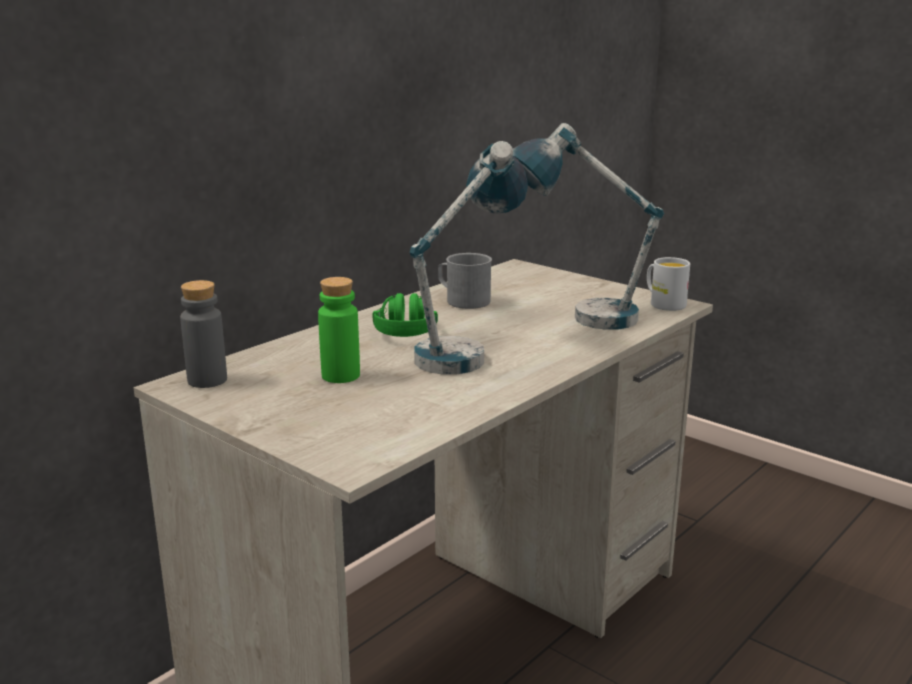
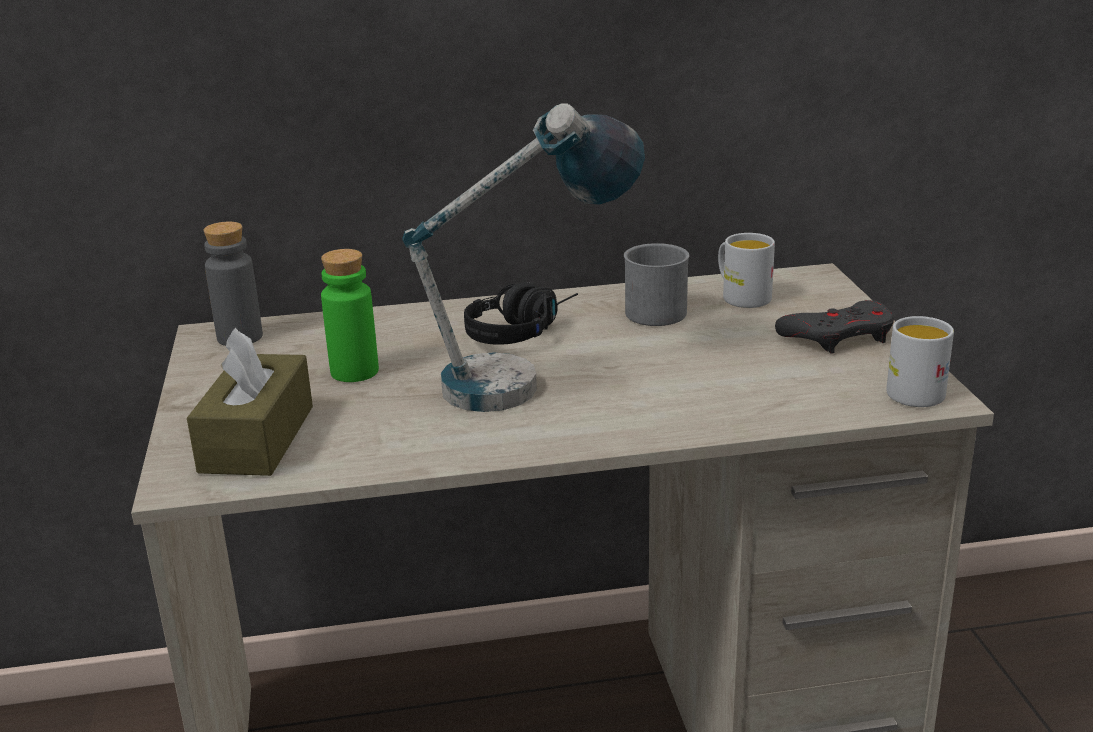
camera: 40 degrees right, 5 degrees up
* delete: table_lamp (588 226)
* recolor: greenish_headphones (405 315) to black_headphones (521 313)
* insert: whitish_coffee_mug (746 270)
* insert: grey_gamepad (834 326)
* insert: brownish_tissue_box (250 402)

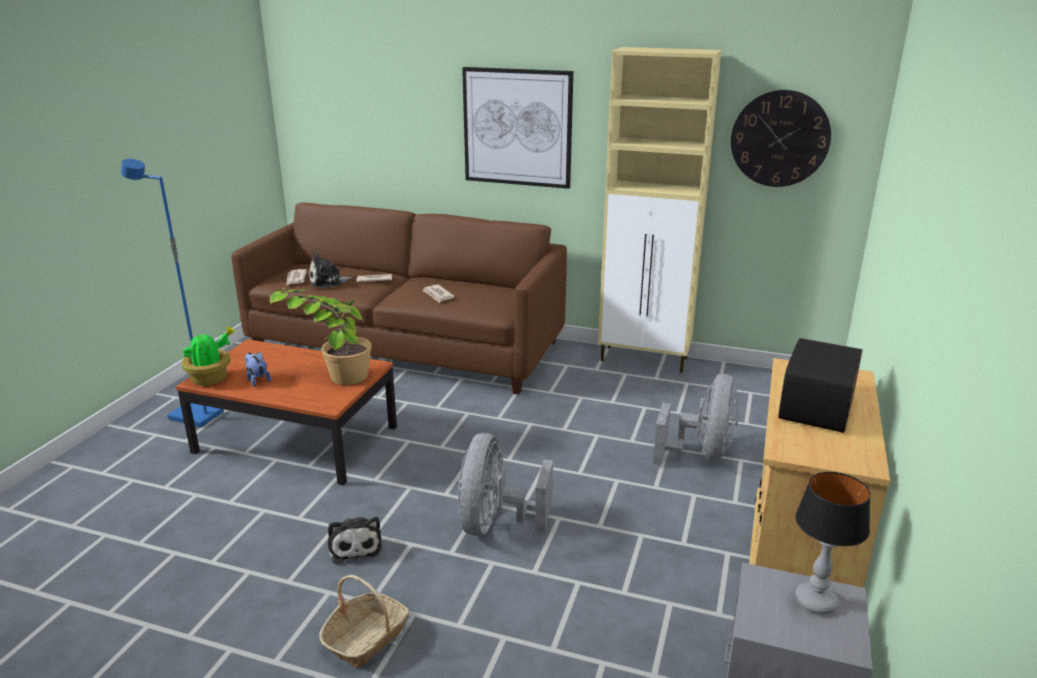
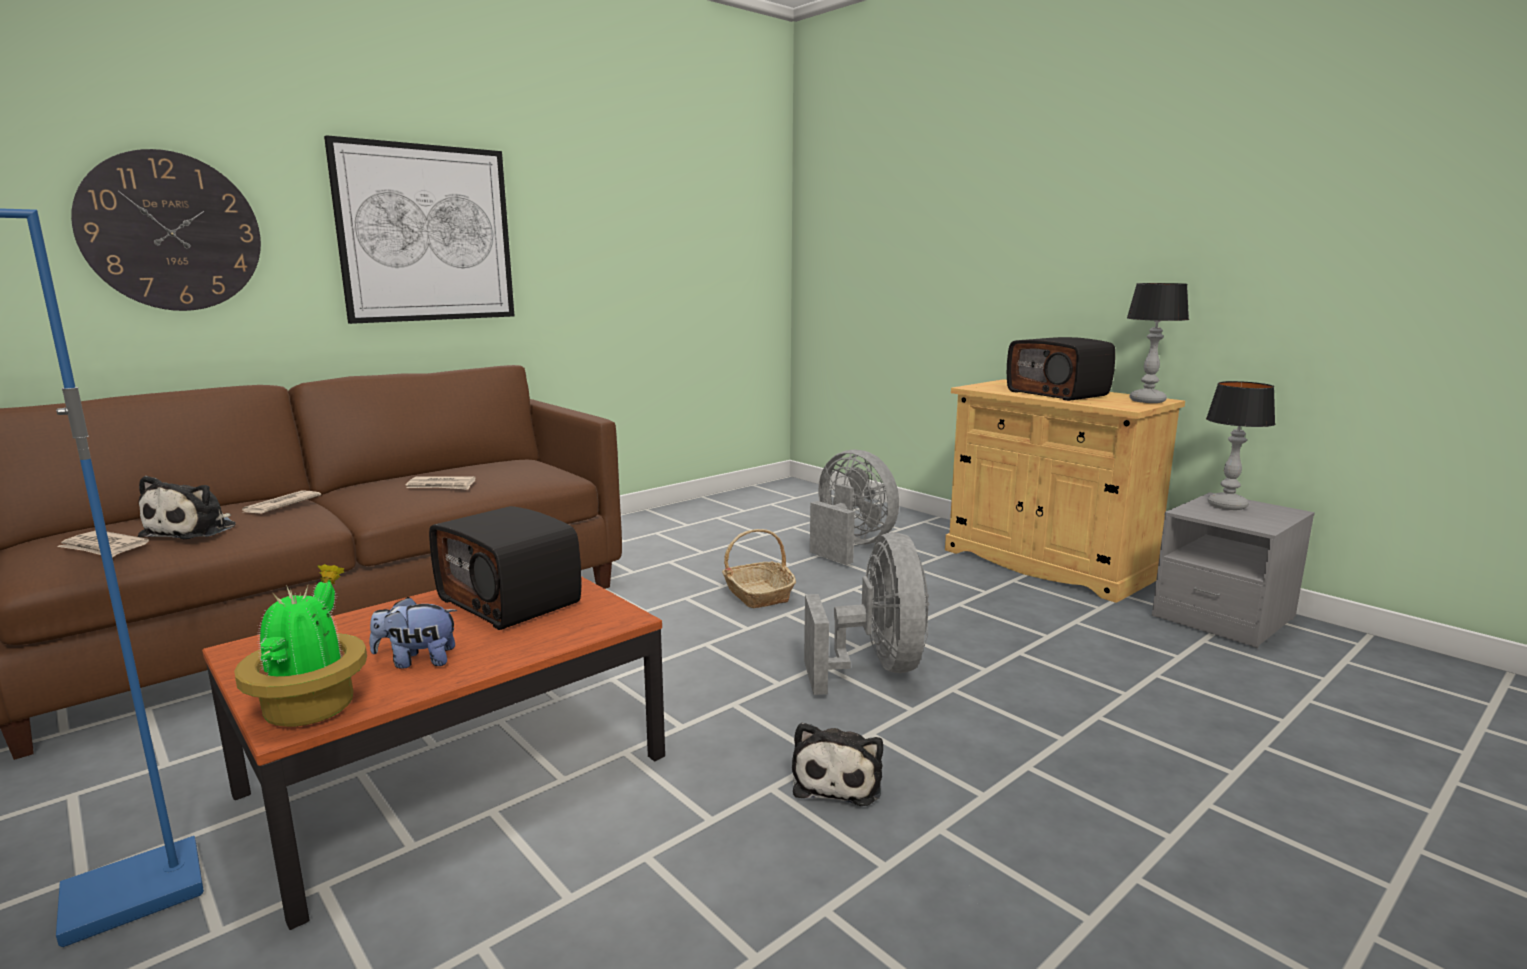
camera: 60 degrees left, 10 degrees down
* delete: beige-coloured_storage_cabinet (660 210)
* move: wall_clock (781 138) to (166 230)
* replace: potted_plant (320 336) to radio_receiver (505 568)
* rotate: grey_cooling_fan (505 484) = (867 613) 135 degrees counterclockwise
* rotate: plush_toy (355 540) = (837 764) 90 degrees clockwise
* move: storage_basket (364 621) to (759 569)
* insert: table_lamp (1158 343)

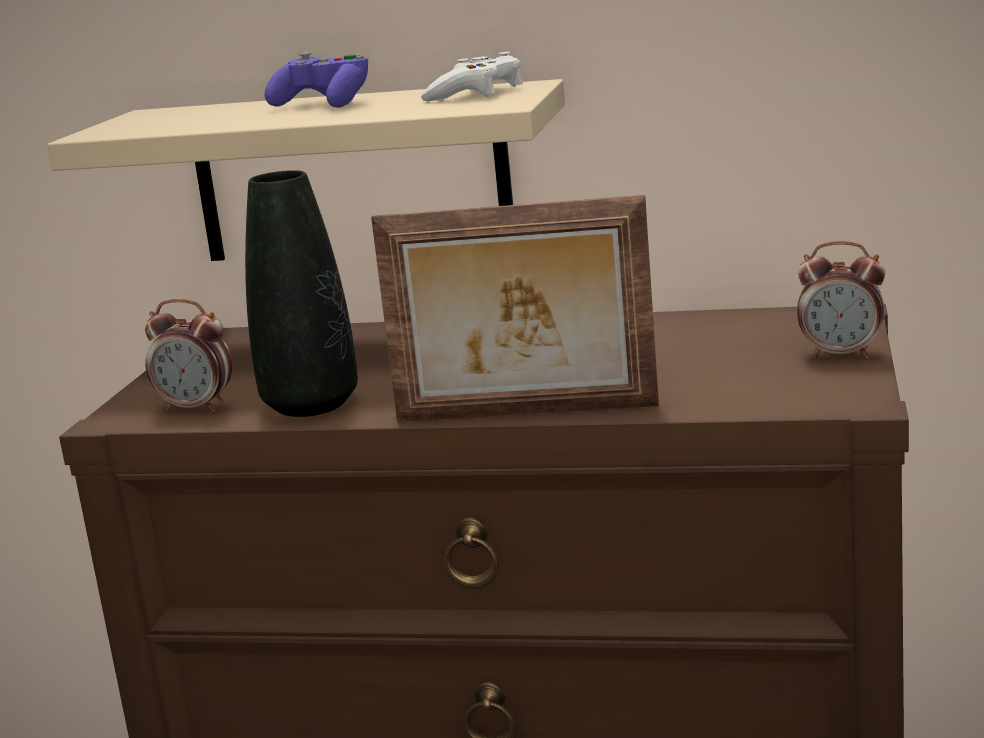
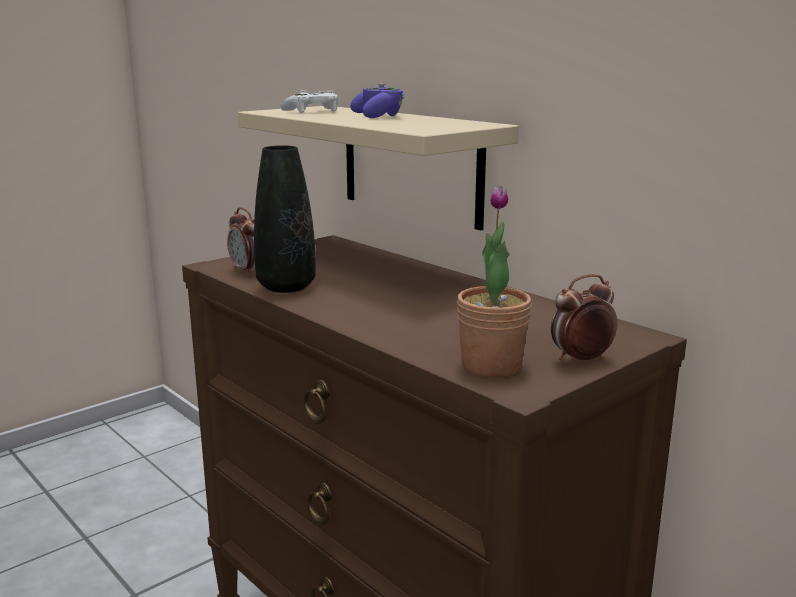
camera: 35 degrees right, 0 degrees up
* move: whitish_gamepad (472 76) to (309 101)
* delete: standing_frame (515 308)
* rotate: alarm_clock (841 300) = (584 319) 105 degrees clockwise
* insert: potted_plant (494 281)

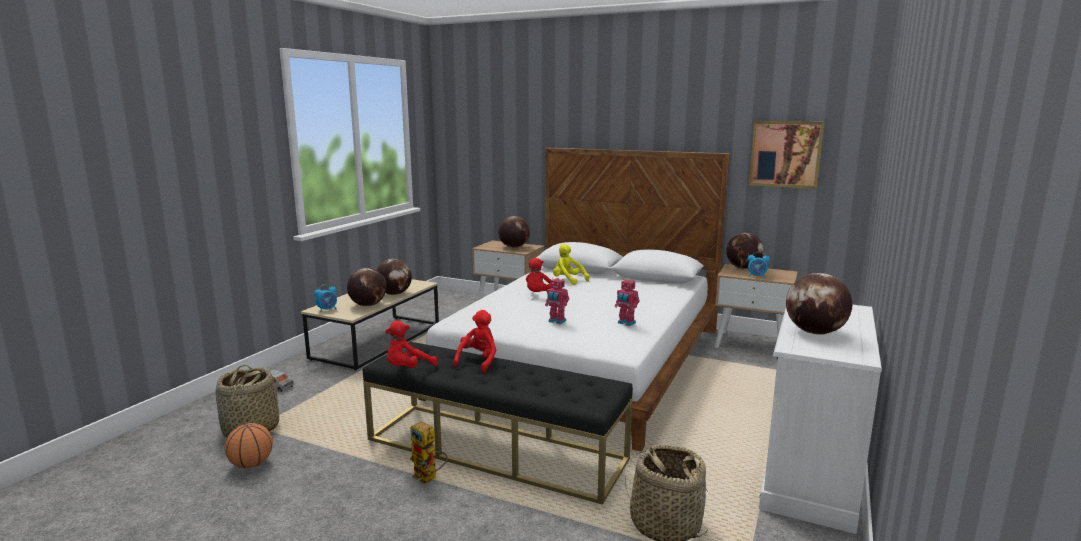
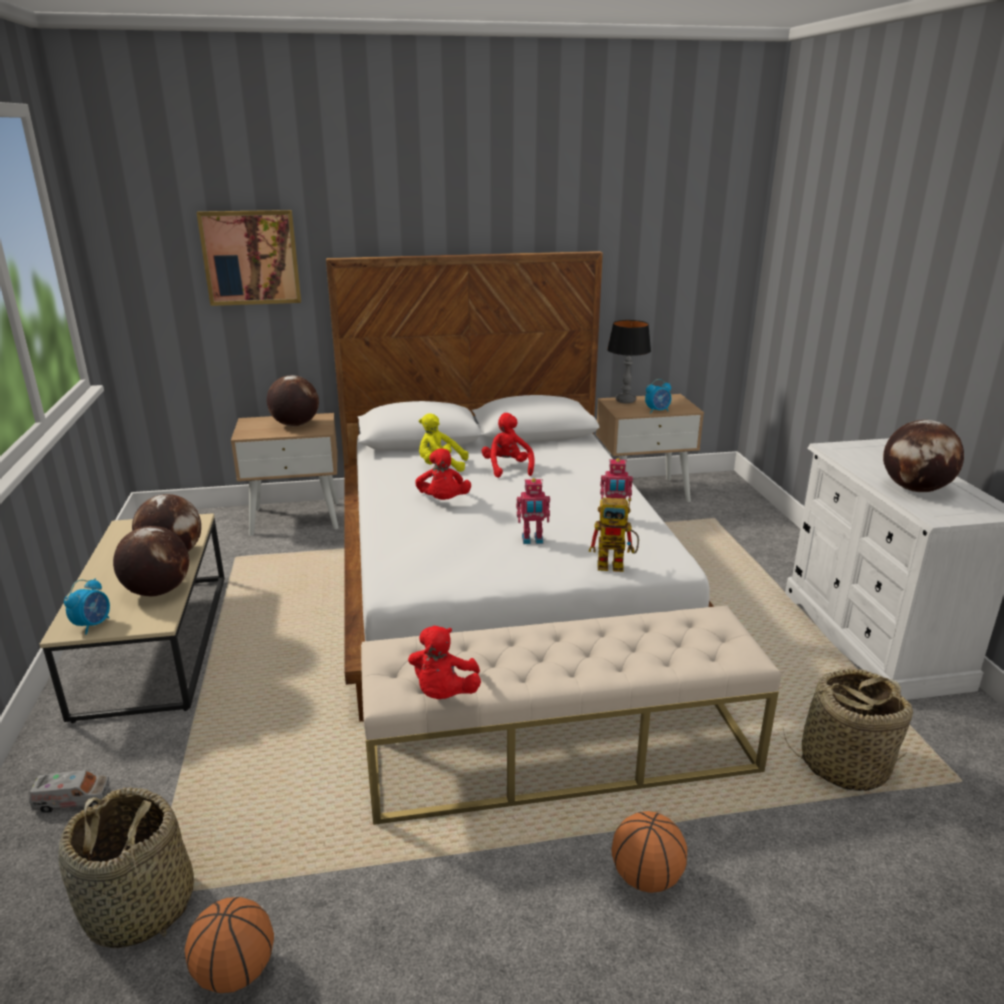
camera: 35 degrees left, 10 degrees up
* move: picture (786 155) to (248 258)
* replace: world_globe (745 250) to table_lamp (629 362)
* move: red_plush_toy (474 341) to (508 445)
* recolor: black_indoor_bench (498 423) to beige-coloured_indoor_bench (571 715)
* move: toy_robot (429 452) to (614 535)
* insert: basketball_ball (649 852)

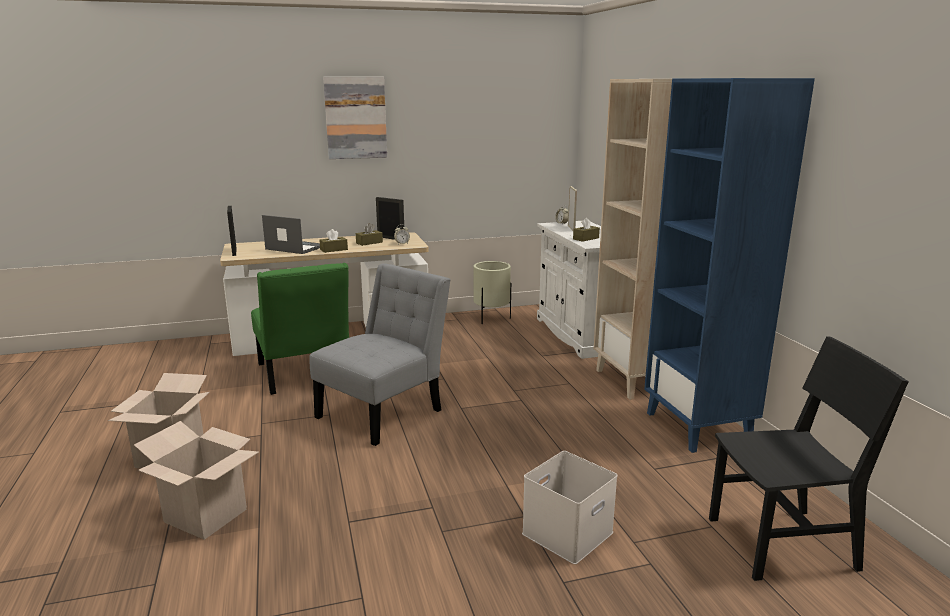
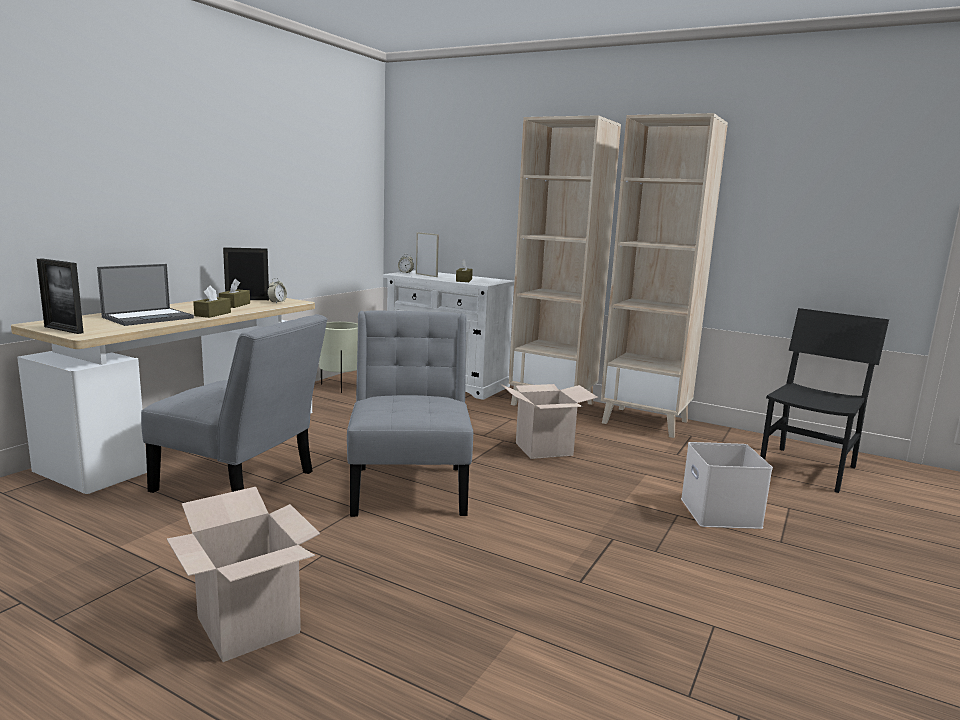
camera: 45 degrees left, 5 degrees down
* delete: picture (355 118)
* recolor: blue-coloured_bookshelf (729 265) to beige-coloured_bookshelf (664 275)
* rotate: laptop (291 234) = (145 295) 150 degrees clockwise
* recolor: greenish_chair (300 329) to grey_chair (234 403)
* move: cardboard_box (196 480) to (549 421)

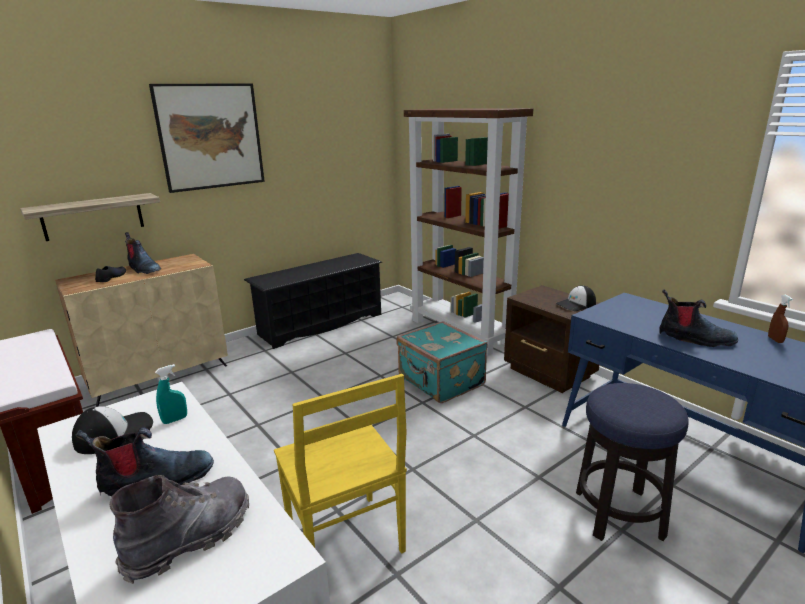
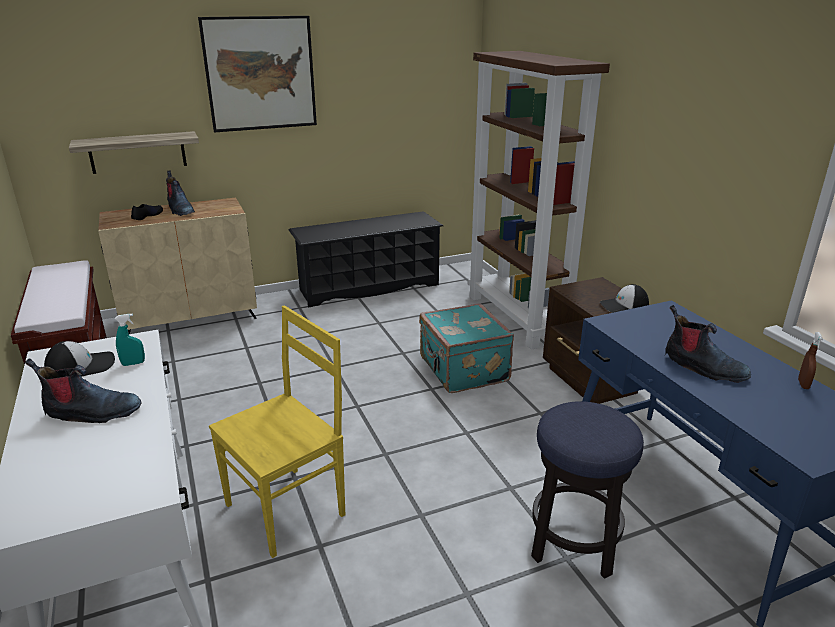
camera: 15 degrees right, 5 degrees up
* rotate: yellowish_chair (340 464) = (277 431) 120 degrees counterclockwise
* delete: grey_boot (179 529)

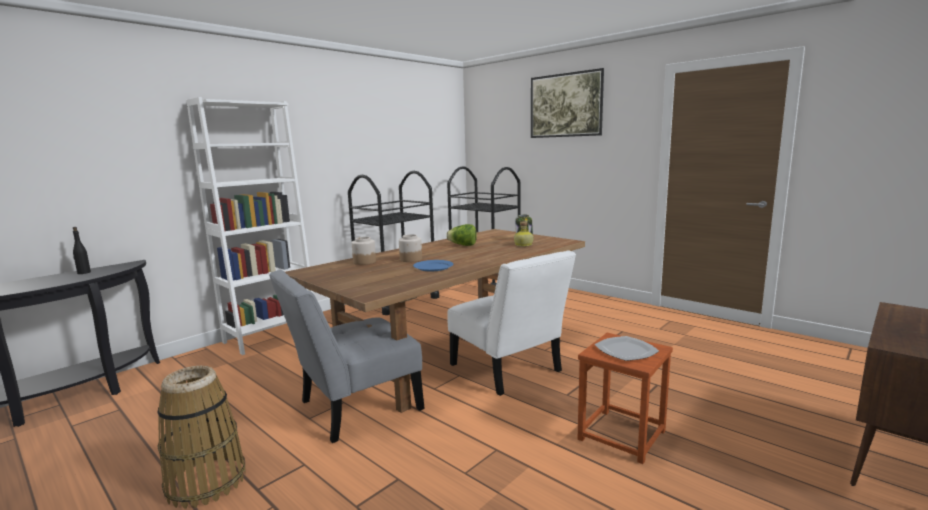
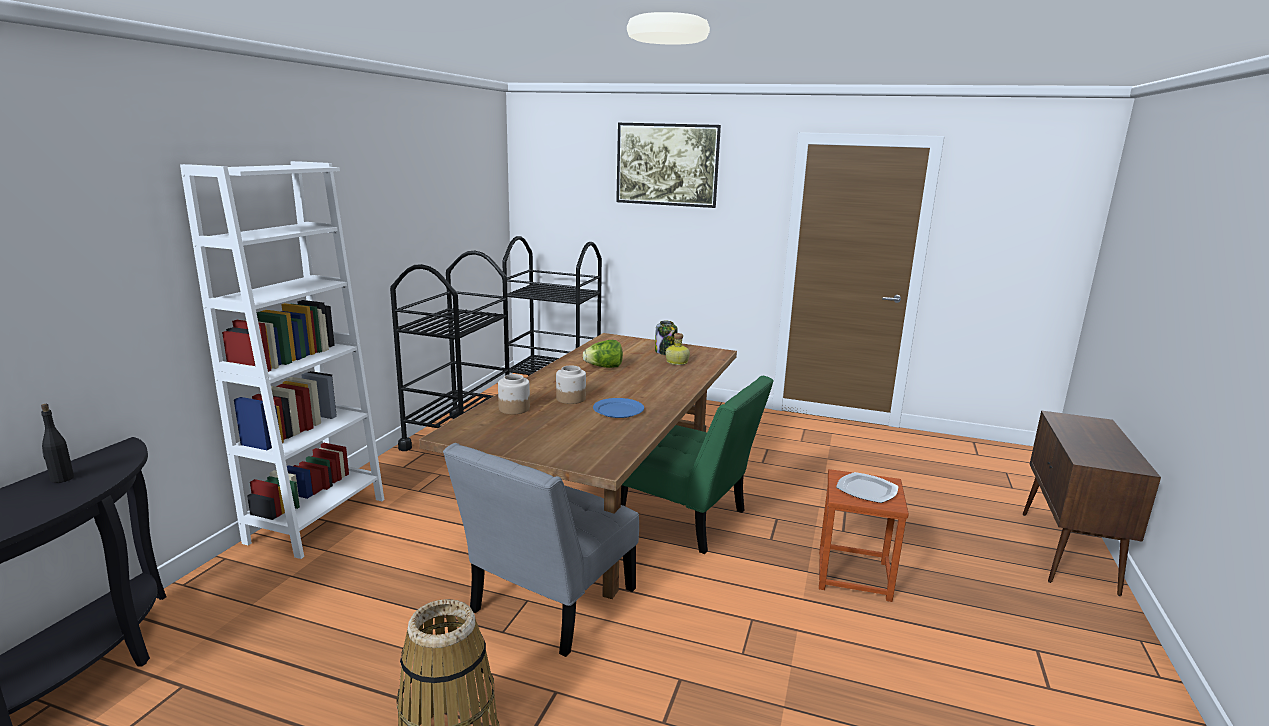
camera: 25 degrees left, 5 degrees up
* recolor: whitish_chair (512 323) to greenish_chair (697 465)

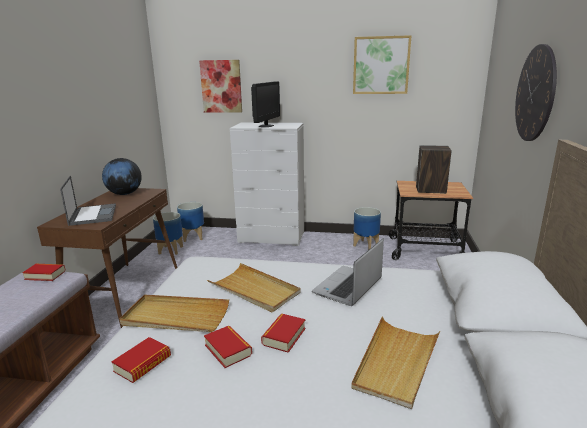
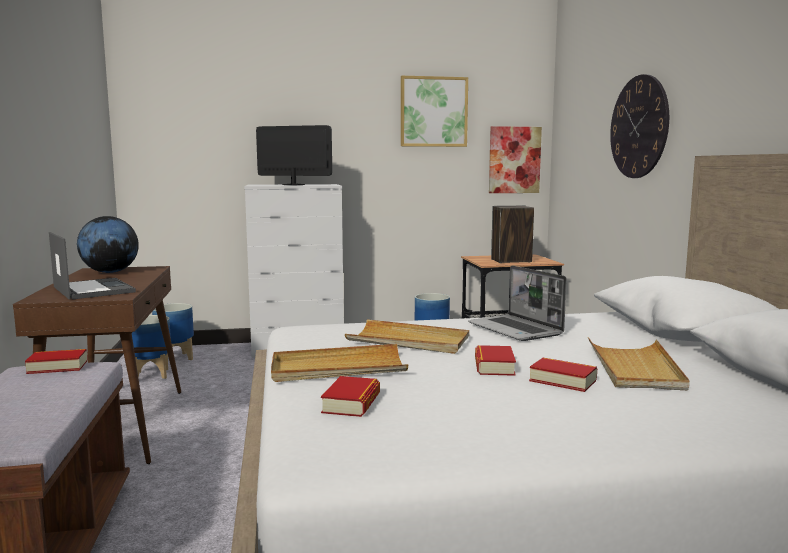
camera: 20 degrees left, 10 degrees down
* move: picture (220 86) to (515 159)
* rotate: computer_display (265 104) = (294 155) 75 degrees counterclockwise
* rotate: laptop (348 272) = (517 303) 45 degrees counterclockwise
* move: book (228 347) to (563 375)

